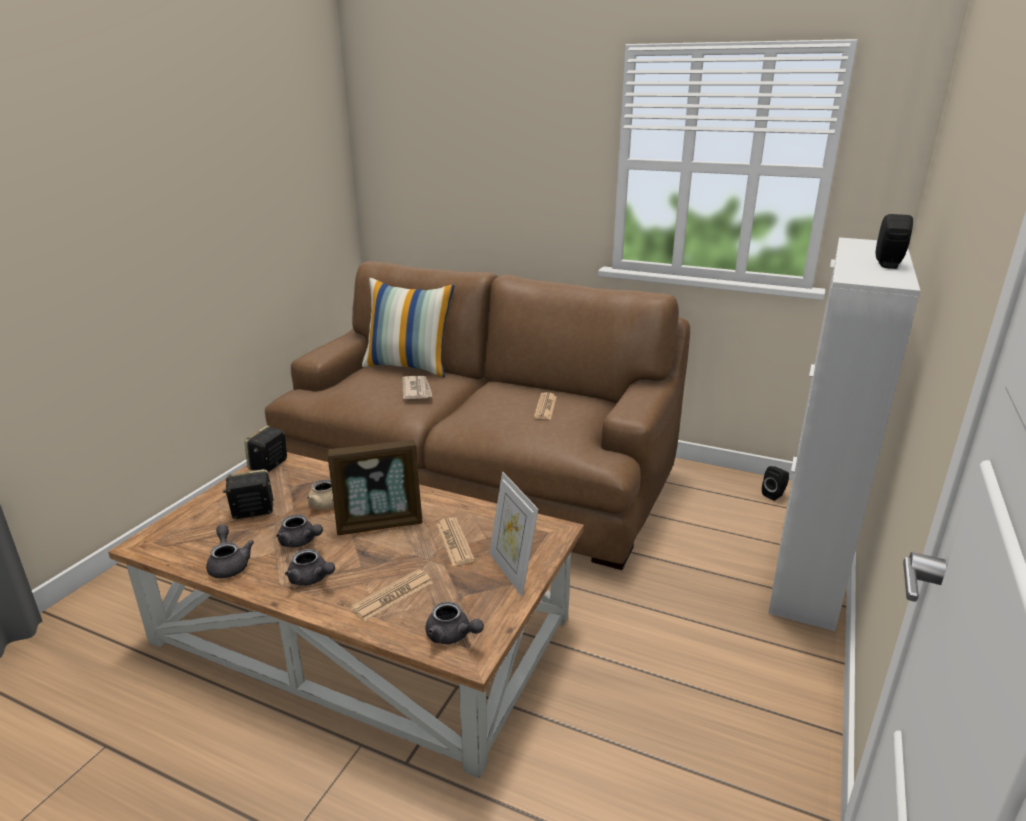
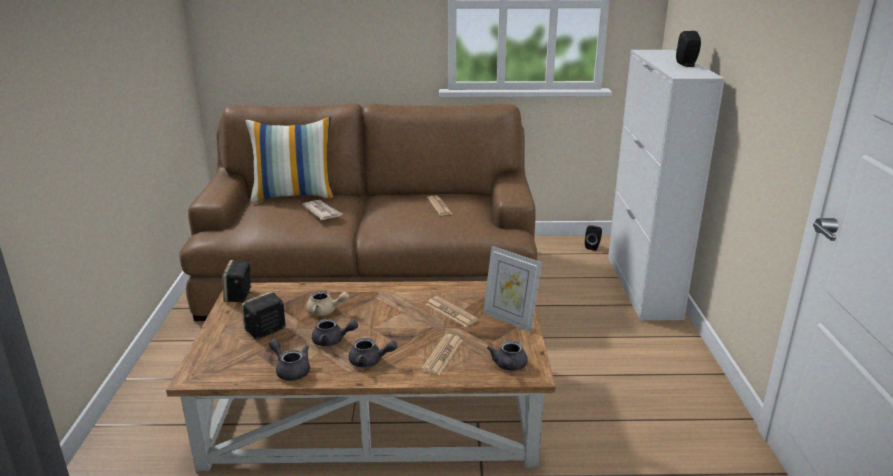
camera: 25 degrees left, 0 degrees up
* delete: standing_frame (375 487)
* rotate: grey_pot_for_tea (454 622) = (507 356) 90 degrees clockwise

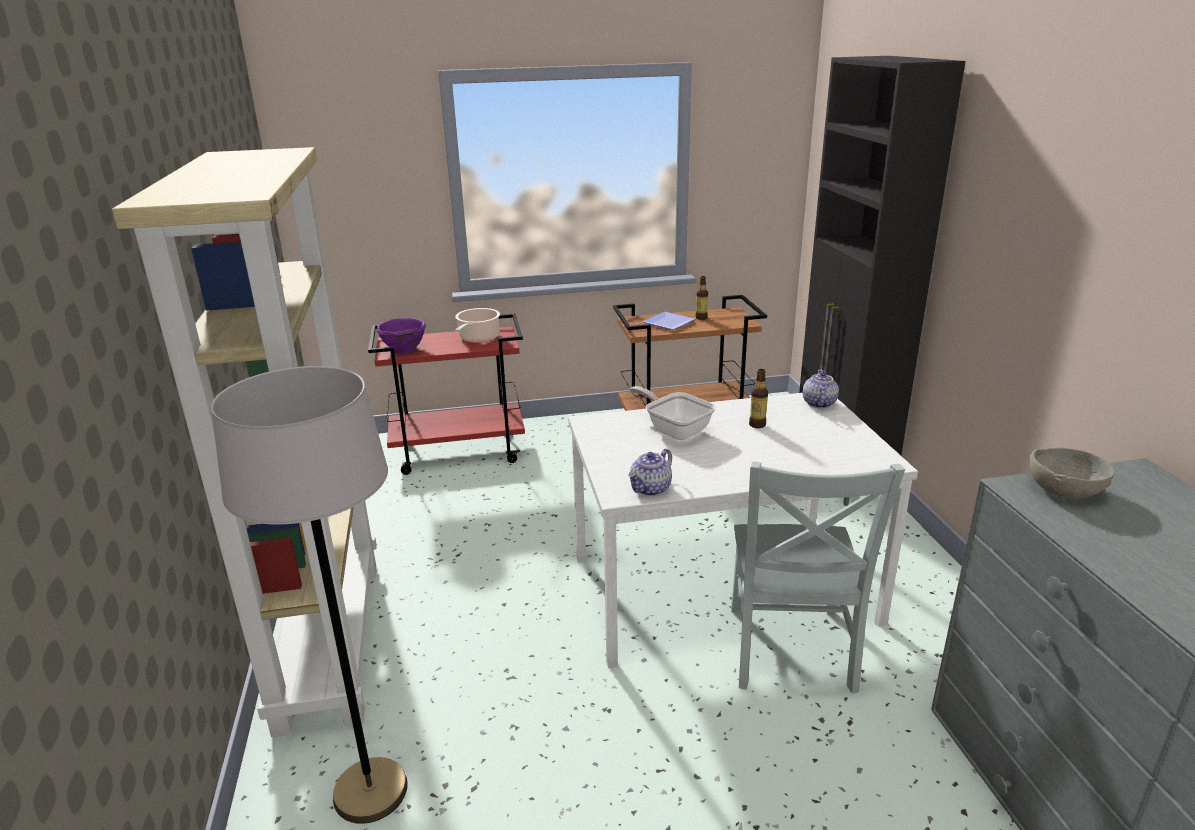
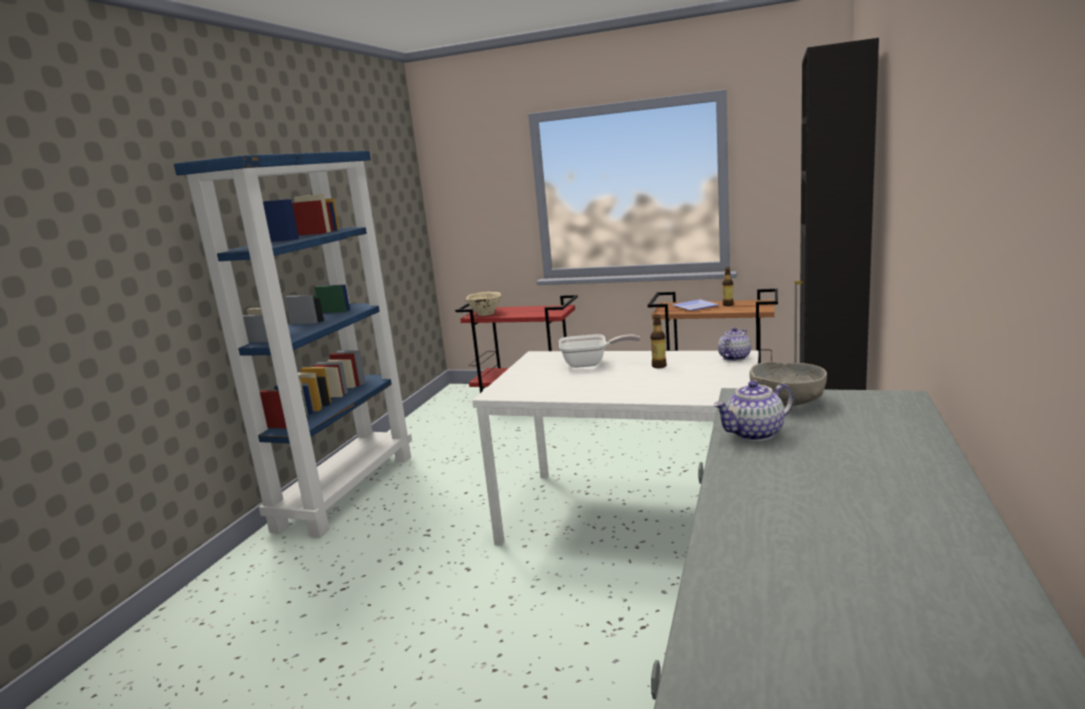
camera: 30 degrees right, 10 degrees down
* recolor: beige-coloured_bookshelf (244 442) to blue-coloured_bookshelf (293 344)
* delete: saucepot (477 325)
* recolor: purple-coloured_serving_bowl (401 336) to beige-coloured_serving_bowl (484 304)
* delete: grey_standard_lamp (309 595)
* rotate: frying_pan (673 413) = (599 351) 105 degrees clockwise
* move: pot_for_tea (650 472) to (753 411)
* delete: grey_chair (818 577)

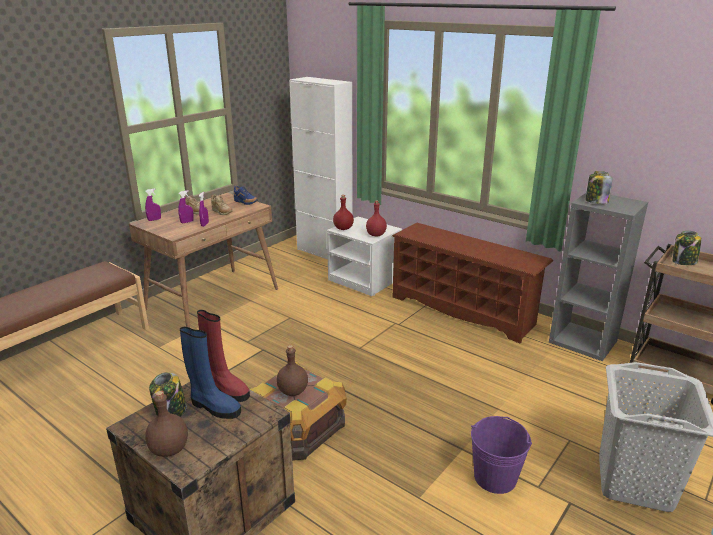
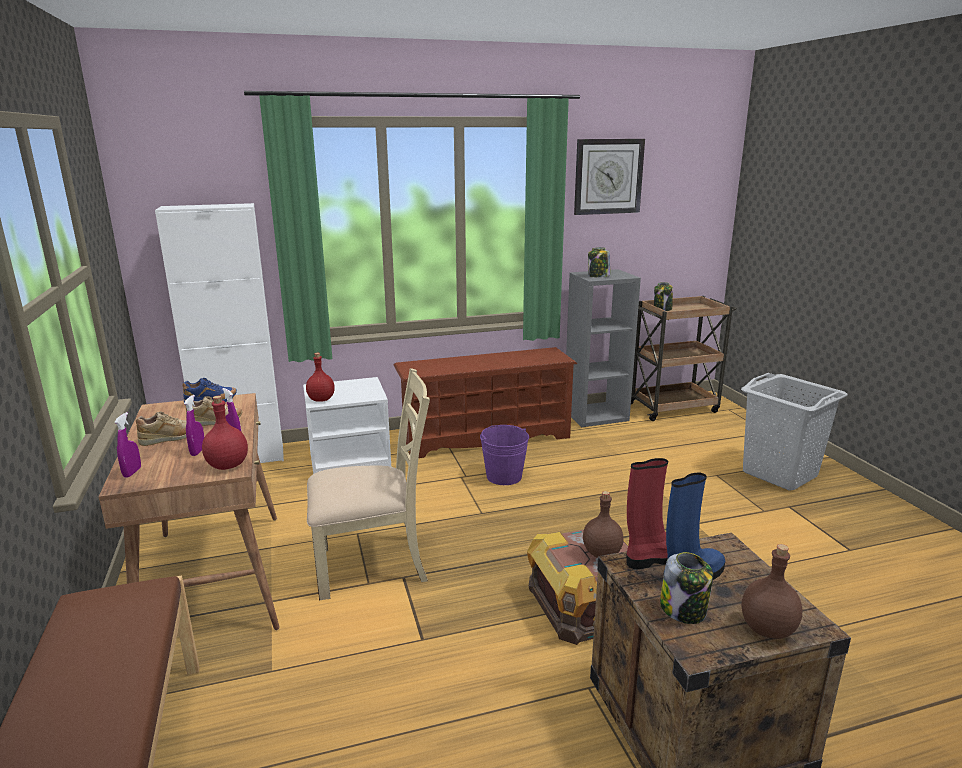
camera: 55 degrees left, 5 degrees down
* move: red_drink_bottle (376 218) to (225 433)
* move: purple-coloured_pail (501 455) to (504 455)
* insert: wall_clock (609 177)
* insert: beige-coloured_chair (368 484)

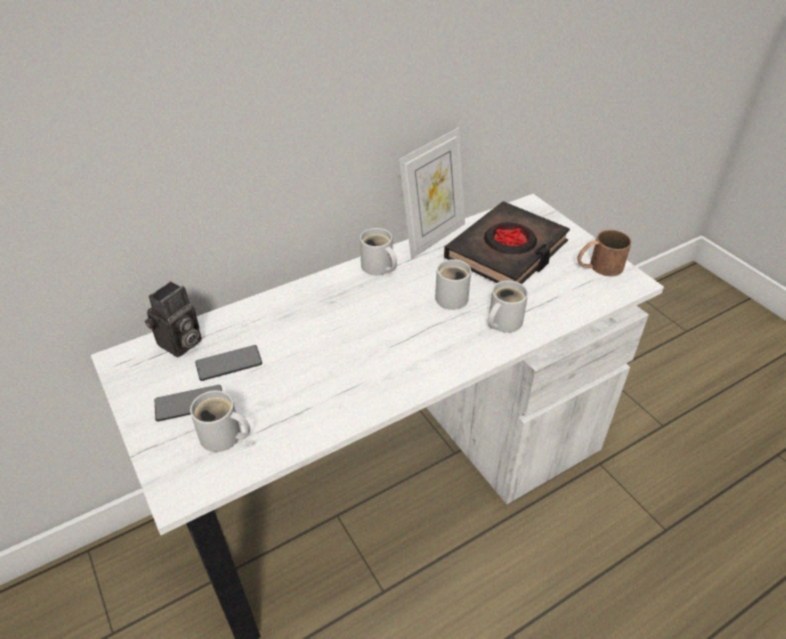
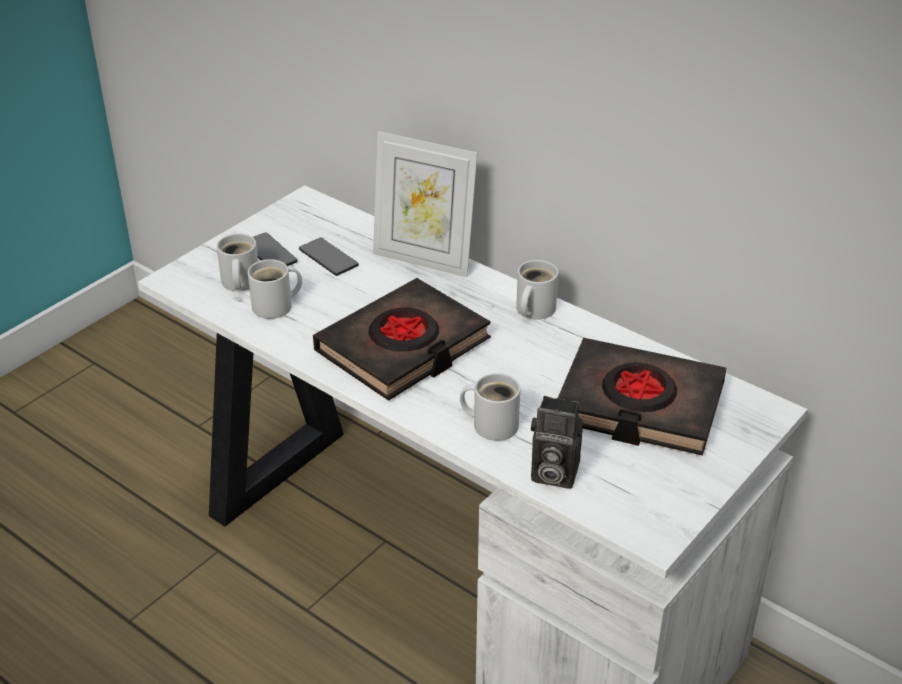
camera: 70 degrees right, 5 degrees down
* move: standing_frame (432 193) to (425 204)
* delete: brownish_coffee_mug (604 253)
* move: whitish_coffee_mug (453 284) to (275 289)
* move: still_camera (173 319) to (557 442)
* insert: black_book (402 339)

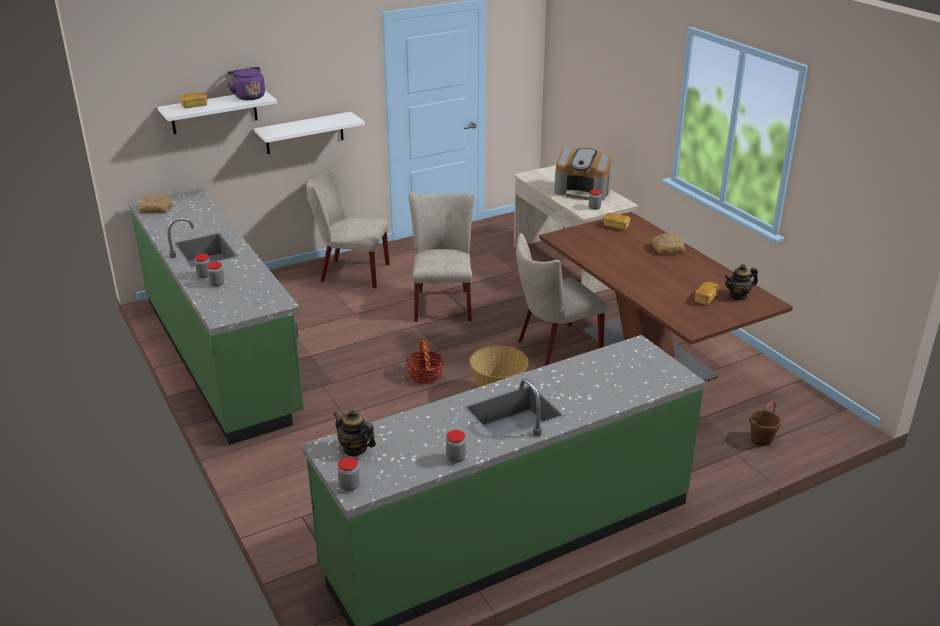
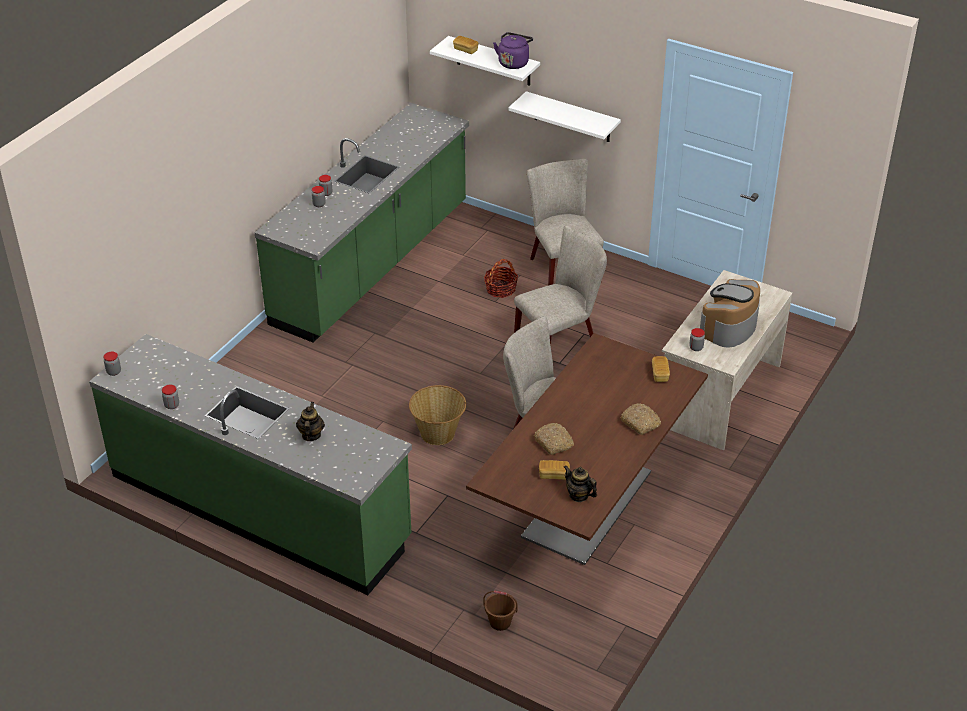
camera: 60 degrees right, 10 degrees up
* rotate: coffee_brewer (582 174) = (730 313) 45 degrees clockwise
* move: bakery_bread (156 203) to (554 439)
* move: storage_basket (425 361) to (501 278)
* move: pot_for_tea (354 433) to (310 421)

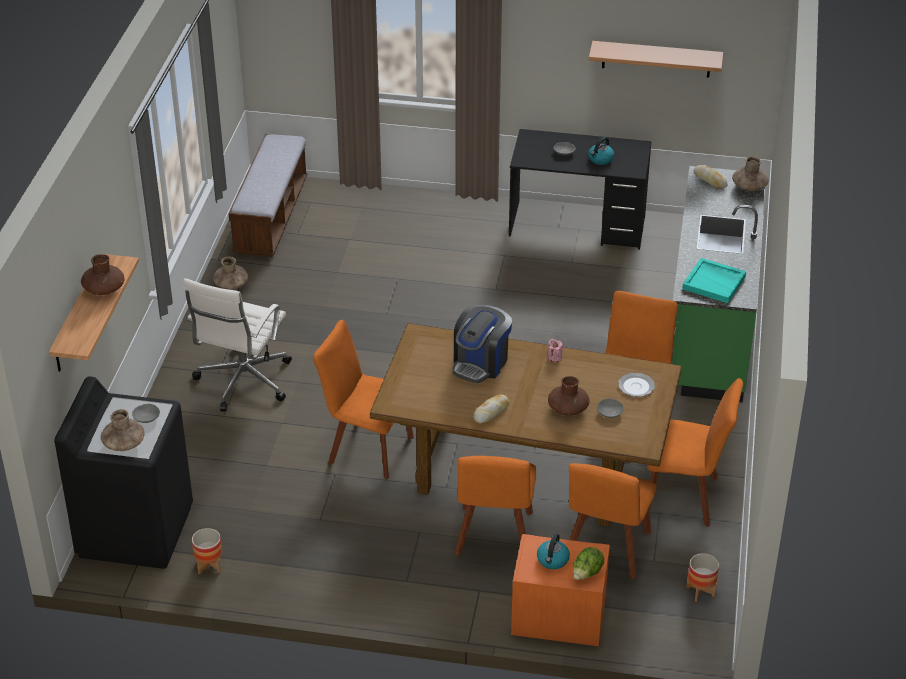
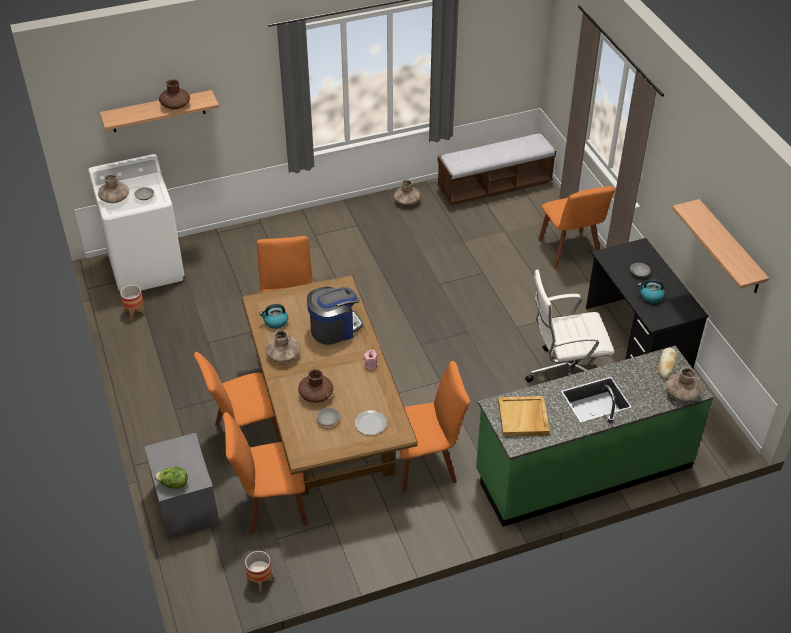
camera: 60 degrees right, 5 degrees up
* recolor: turquoise-coloured_carrying_tray (714 280) to beige-coloured_carrying_tray (524 416)
* move: whitish_computer_chair (237 344) to (569 325)
* rotate: coffee_brewer (482 344) = (335 316) 150 degrees clockwise
* recolor: black_laundry_appliance (123 472) to whitish_laundry_appliance (136 223)
* move: orangey_chair (695 452) to (576 227)
* replace: bakery_bread (491 409) to brownish_flower_vase (283 346)
* recolor: orangey_night_table (560 590) to grey_night_table (182 486)
* move: kettle (553 551) to (273 316)

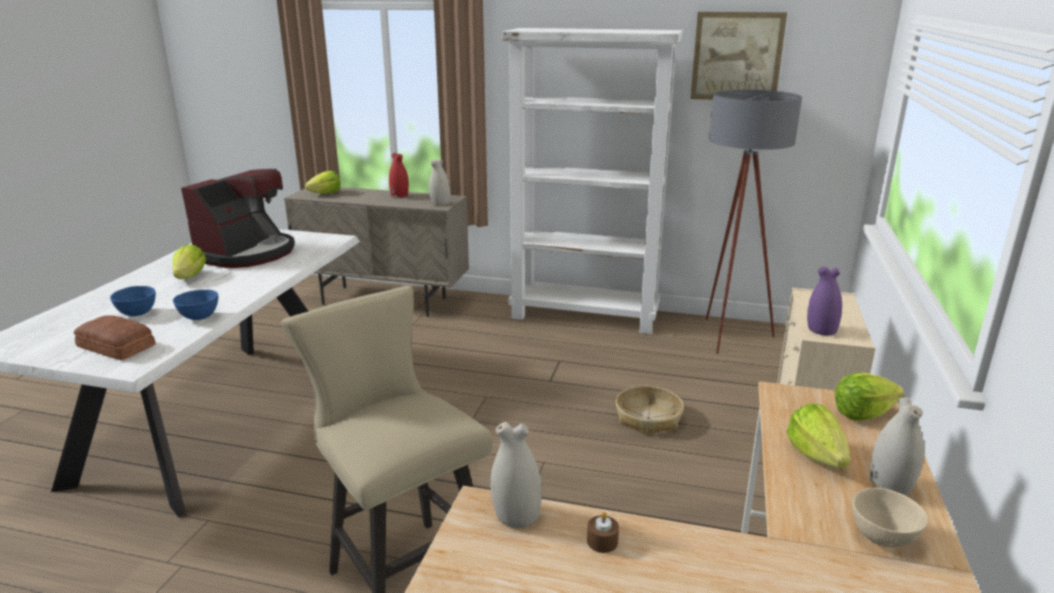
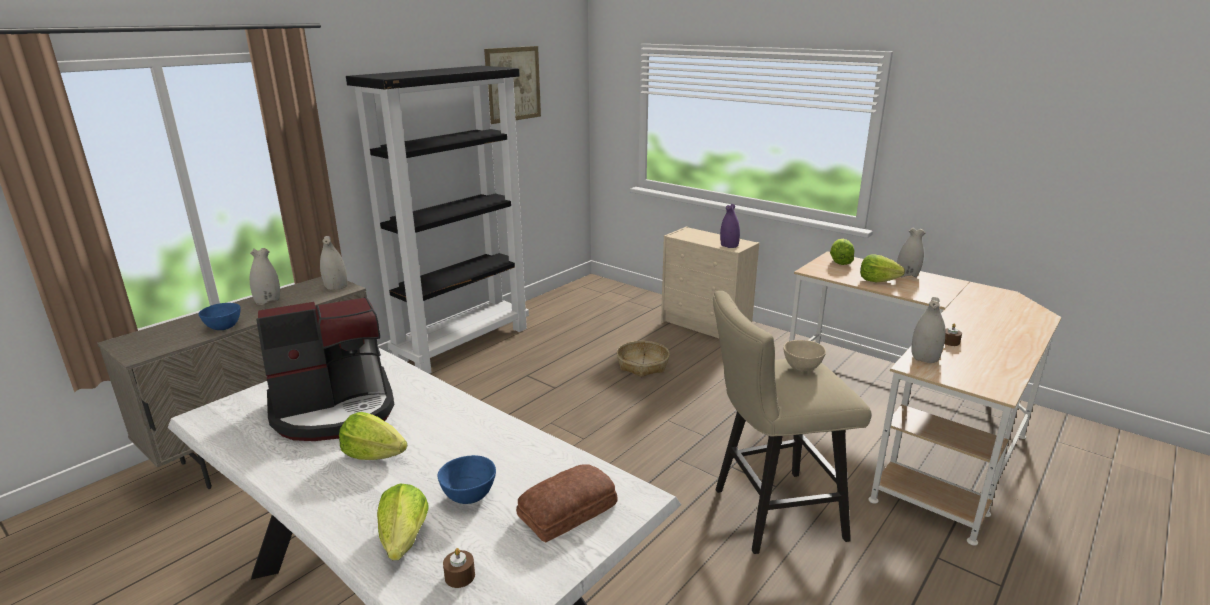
camera: 65 degrees left, 0 degrees up
* recolor: whitish_bookshelf (593 181) to black_bookshelf (437 220)
* delete: grey_standard_lamp (754 222)
* recolor: red_flower_vase (399 175) to whitish_flower_vase (265 276)
* rotate: coffee_brewer (238 218) = (325 369) 105 degrees clockwise
* move: head_of_lettuce (323 182) to (403 521)
* move: blue-coloured_serving_bowl (195 305) to (220 316)
* move: beige-coloured_serving_bowl (890 517) to (804 356)
* insert: brownish_wax_candle (459 568)

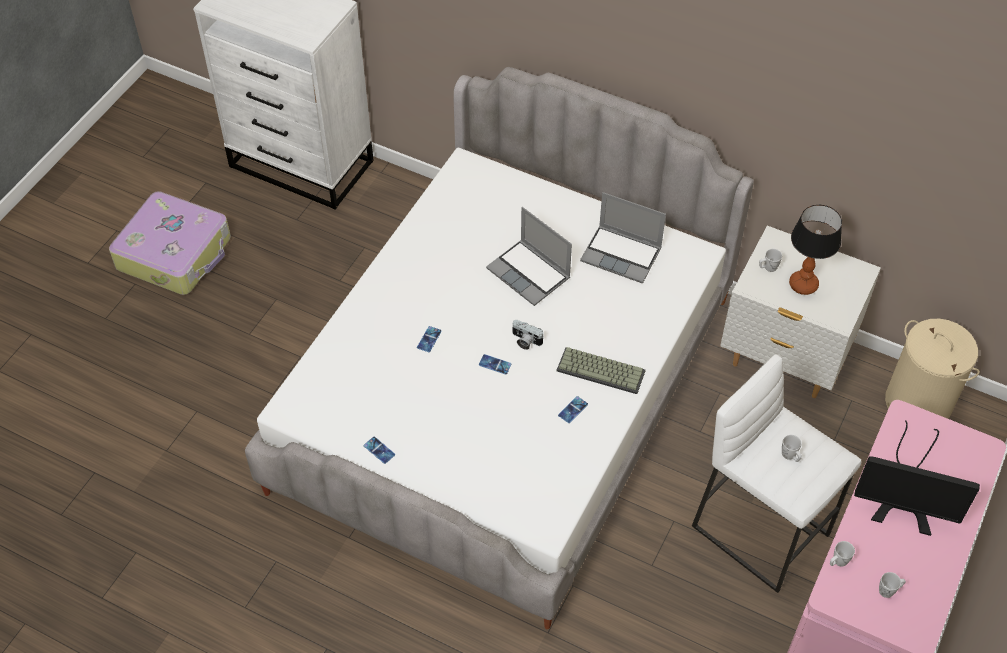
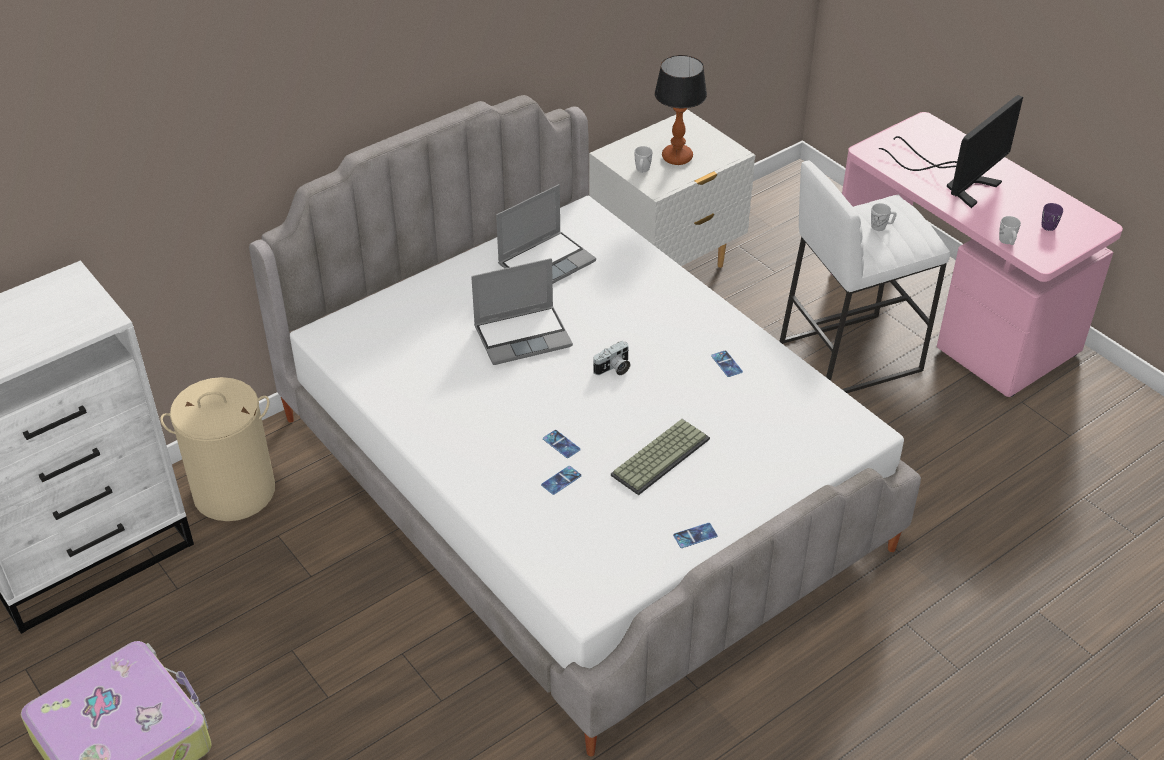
camera: 65 degrees left, 10 degrees down
* move: beige-coloured_washing_basket (932 369) to (217 449)
* move: keyboard (601 370) to (660 457)
* move: handset (495 364) to (561 480)
* recolor: whitish_coffee_mug (892 585) to purple-coloured_coffee_mug (1052 217)

